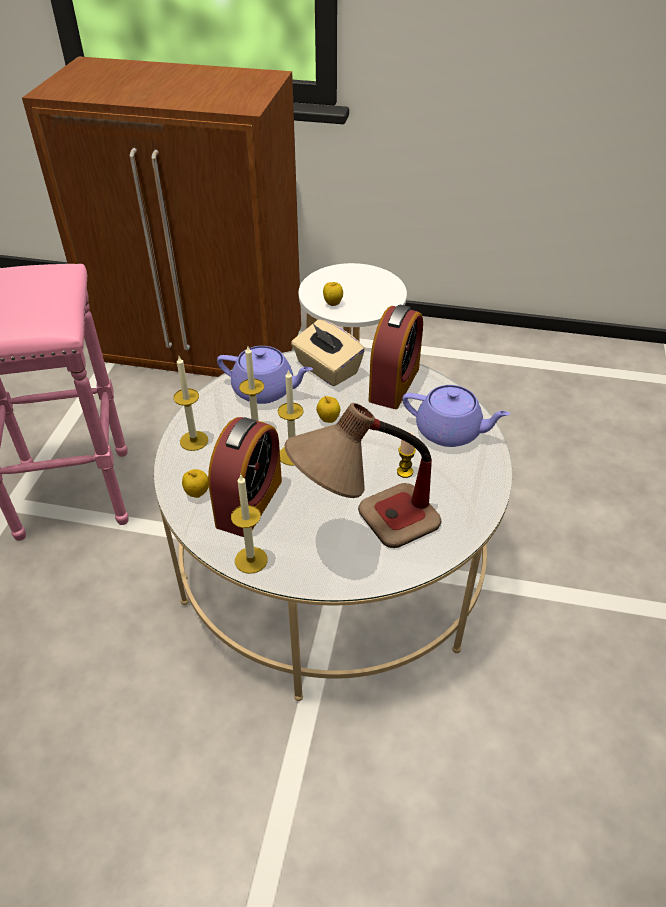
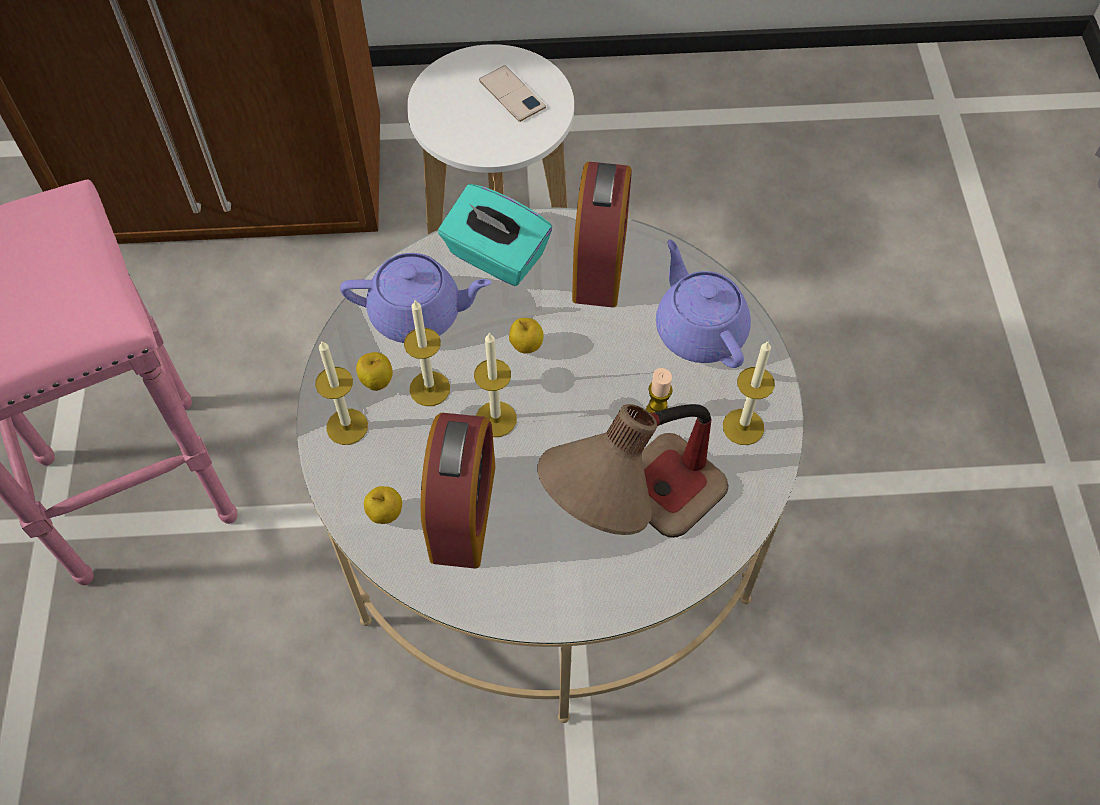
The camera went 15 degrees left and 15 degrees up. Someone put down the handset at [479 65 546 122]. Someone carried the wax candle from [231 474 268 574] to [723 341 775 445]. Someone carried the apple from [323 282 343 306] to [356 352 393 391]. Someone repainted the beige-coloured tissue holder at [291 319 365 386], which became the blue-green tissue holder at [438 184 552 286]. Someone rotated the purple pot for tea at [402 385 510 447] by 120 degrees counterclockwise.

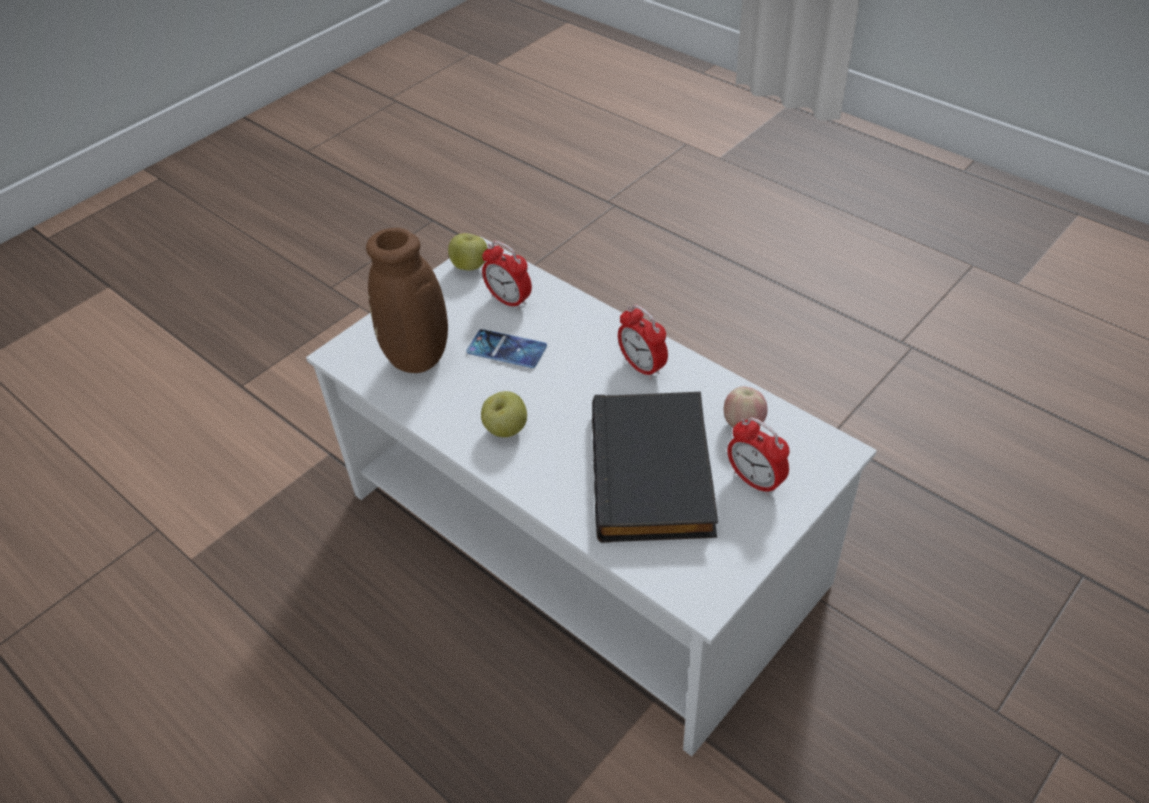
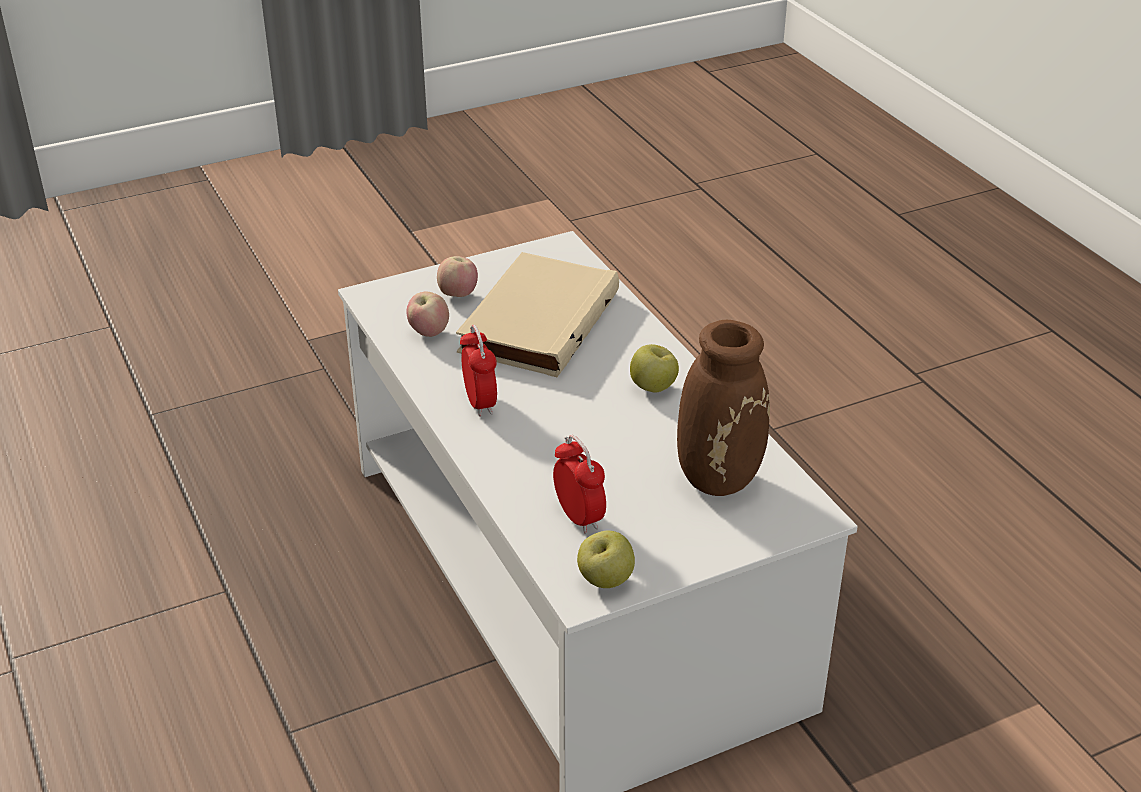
The camera went 160 degrees left and 10 degrees down. Someone took away the handset at [466 329 547 368]. Someone swapped the table clock at [727 418 789 496] for the apple at [437 256 478 297]. Someone repainted the black-coloured volume at [592 392 718 543], which became the beige-coloured volume at [456 252 619 377].

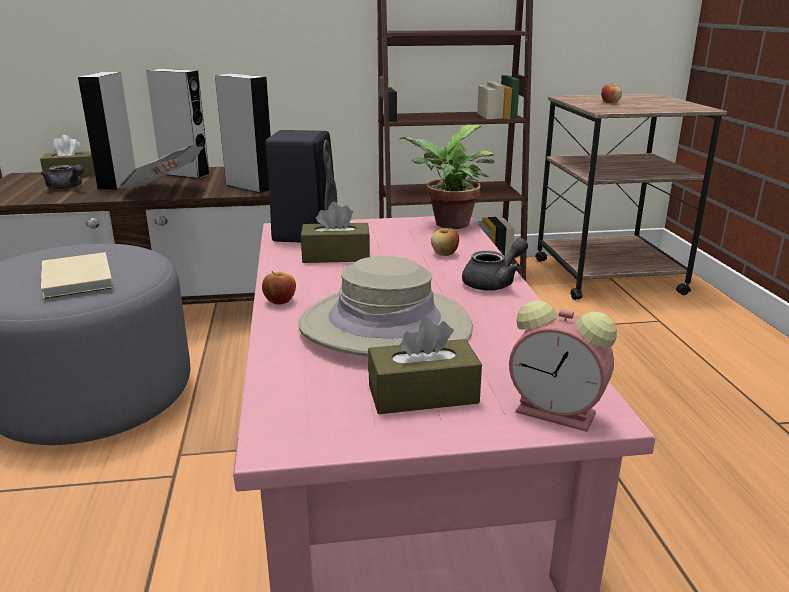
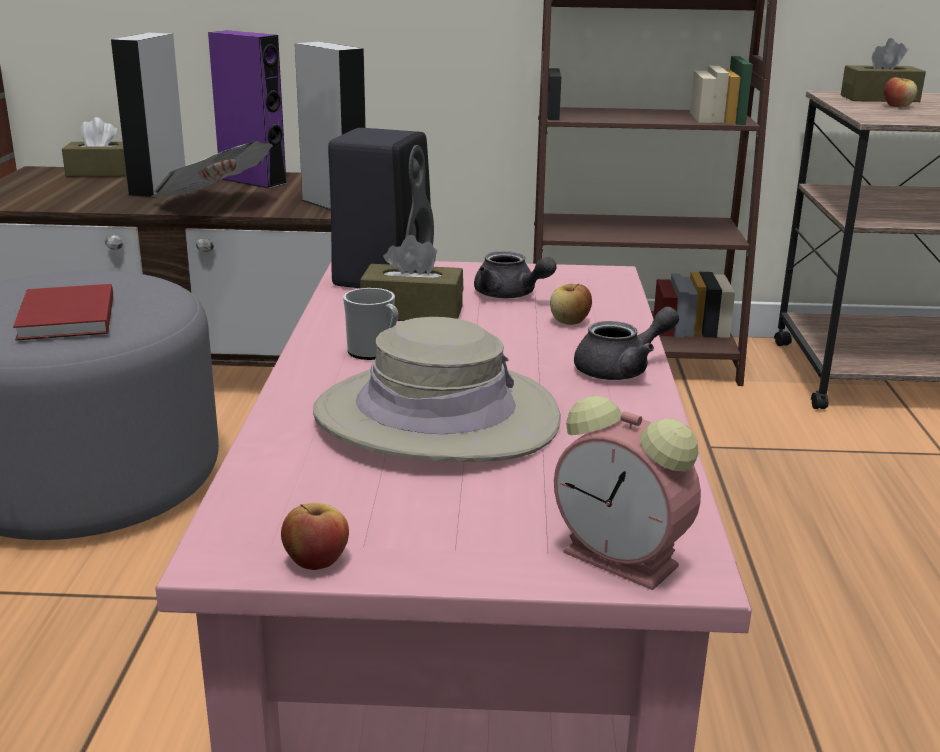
The camera went 10 degrees right and 0 degrees up. Someone took away the potted plant at [400 125 495 229]. Someone put down the tea mug at [343 288 398 360]. Someone carried the gray pot for tea from [41 164 84 190] to [474 251 557 299]. Someone carried the apple from [262 271 296 305] to [281 503 349 570]. Someone carried the brown tissue holder from [368 317 482 414] to [841 38 926 102]. Someone repainted the beige-coloured volume at [41 252 113 299], which became the reddish volume at [13 284 113 341]. Someone repainted the gray speaker at [146 69 211 179], which became the purple speaker at [208 30 288 189].

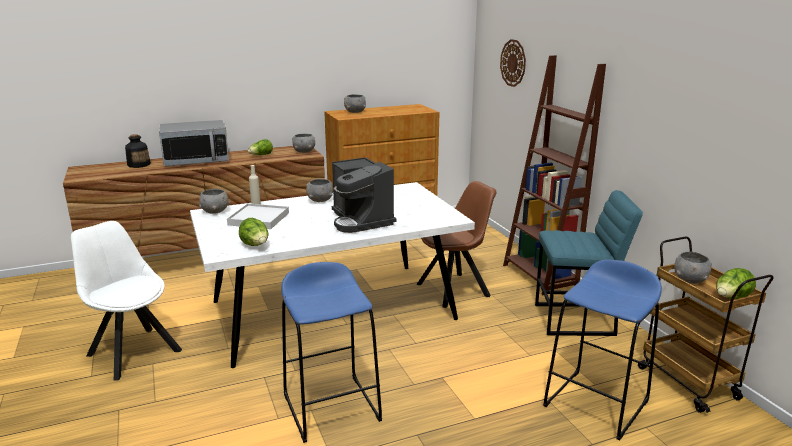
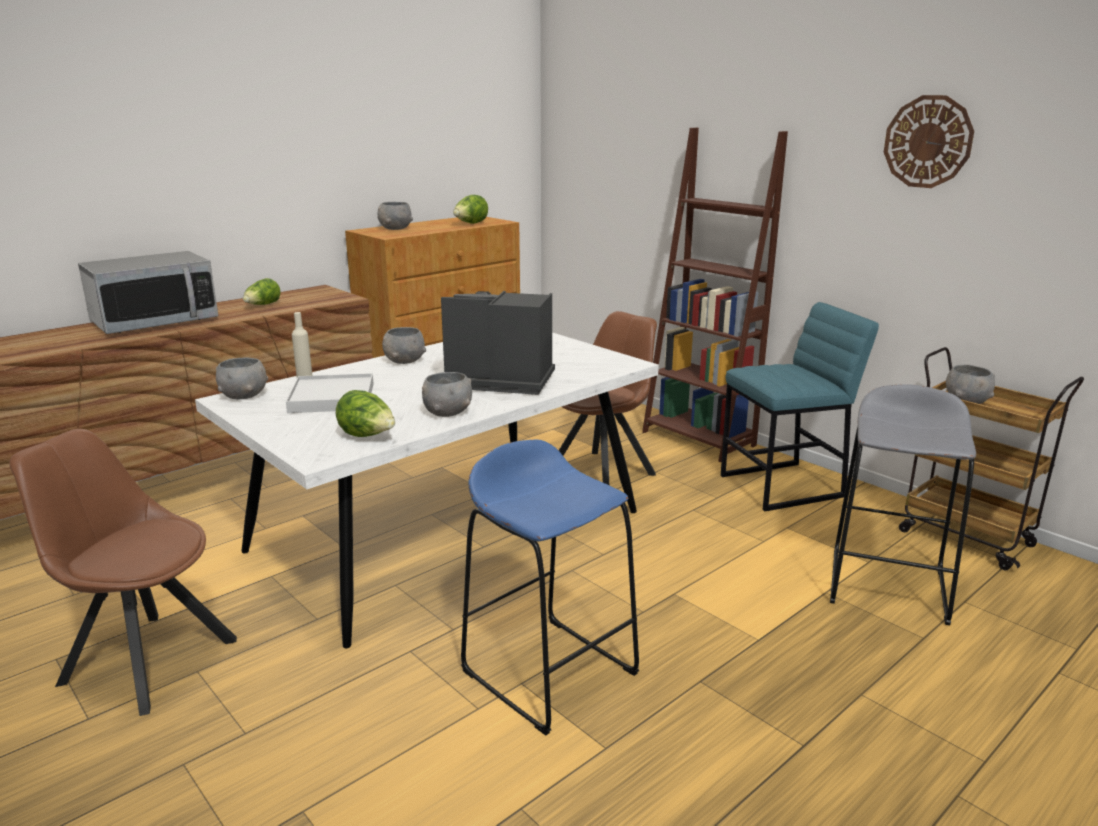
The camera went 20 degrees left and 0 degrees up. Someone took away the beverage bottle at [125 134 151 168]. Someone carried the gray bowl from [292 134 315 153] to [422 372 472 417]. Someone carried the wall clock from [500 39 526 87] to [884 95 974 188]. Someone carried the head of lettuce from [716 268 756 299] to [453 195 488 224]. Someone repainted the whitish upright chair at [71 221 182 381], which became the brown upright chair at [9 429 237 716]. Someone repainted the blue-coloured stool seat at [543 260 662 441], which became the gray stool seat at [830 384 976 625]. Someone rotated the coffee brewer at [332 157 397 233] by 150 degrees clockwise.

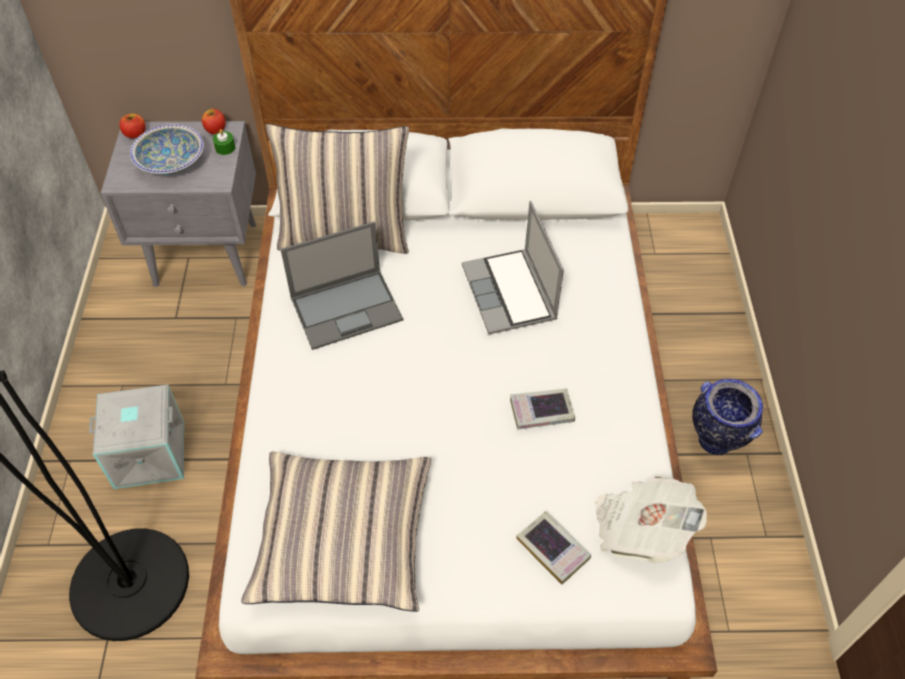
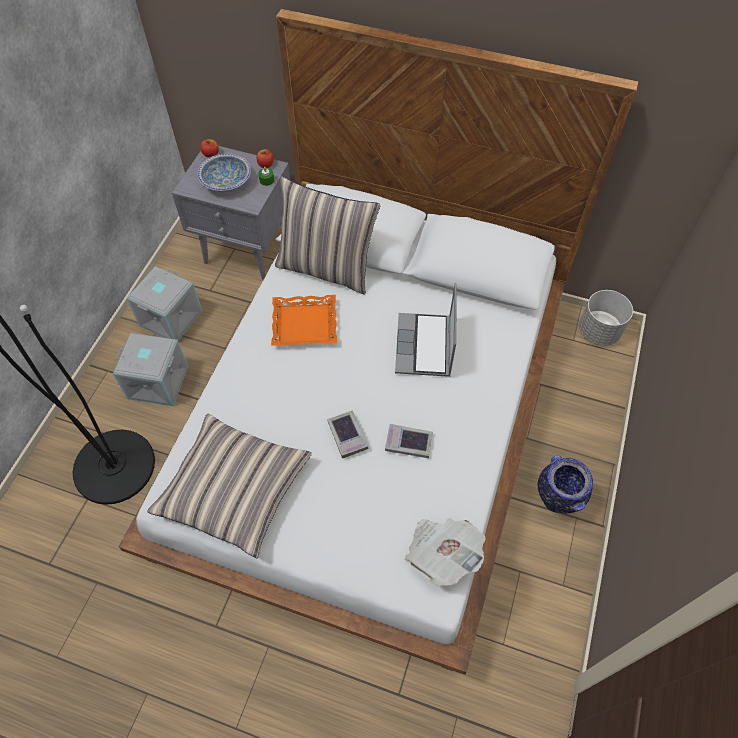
The camera went 20 degrees right and 5 degrees up. Someone put down the gray storage container at [126 266 202 341]. Someone put down the gray flower pot at [579 290 633 346]. Someone carried the volume from [516 511 591 585] to [327 410 369 459]. Someone swapped the laptop at [281 221 403 350] for the orange serving tray at [271 295 337 346].

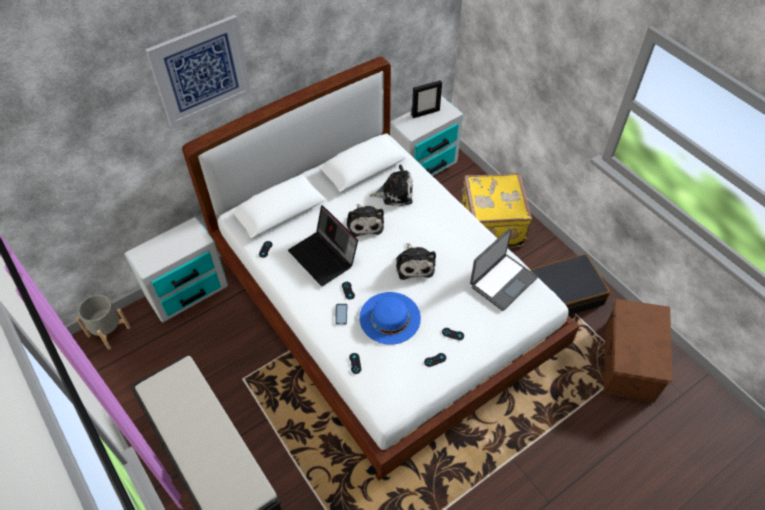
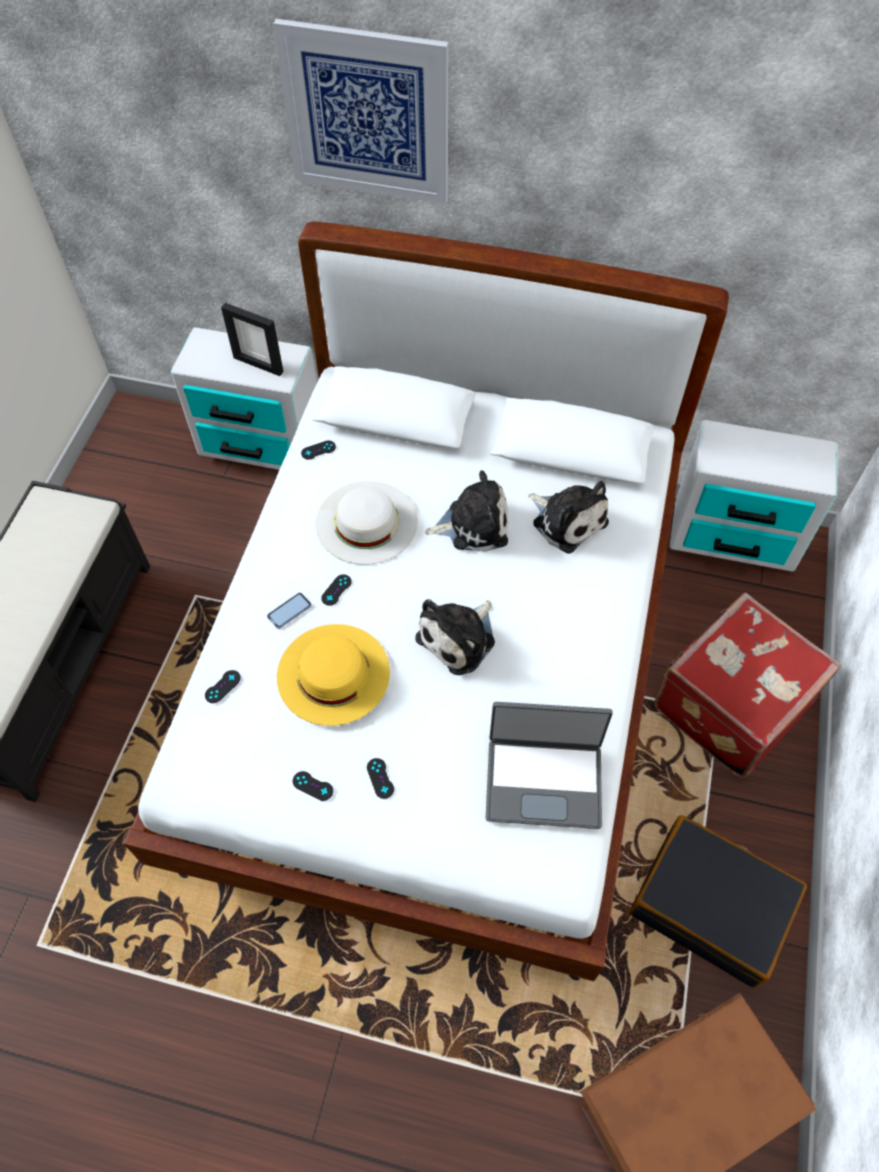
The camera went 50 degrees right and 5 degrees up. Someone took away the gray flower pot at [76 294 131 350]. Someone carried the photo frame from [411 80 442 118] to [221 303 284 376]. Someone swapped the laptop at [288 205 358 286] for the whitish wearable hat at [316 481 418 565]. Someone repainted the blue-coloured wearable hat at [359 292 421 345], which became the yellow wearable hat at [277 624 390 726]. Someone repainted the yellow piece of luggage at [461 173 532 248], which became the reddish piece of luggage at [654 593 841 779]. Someone rotated the plush toy at [347 204 384 237] by 135 degrees counterclockwise.

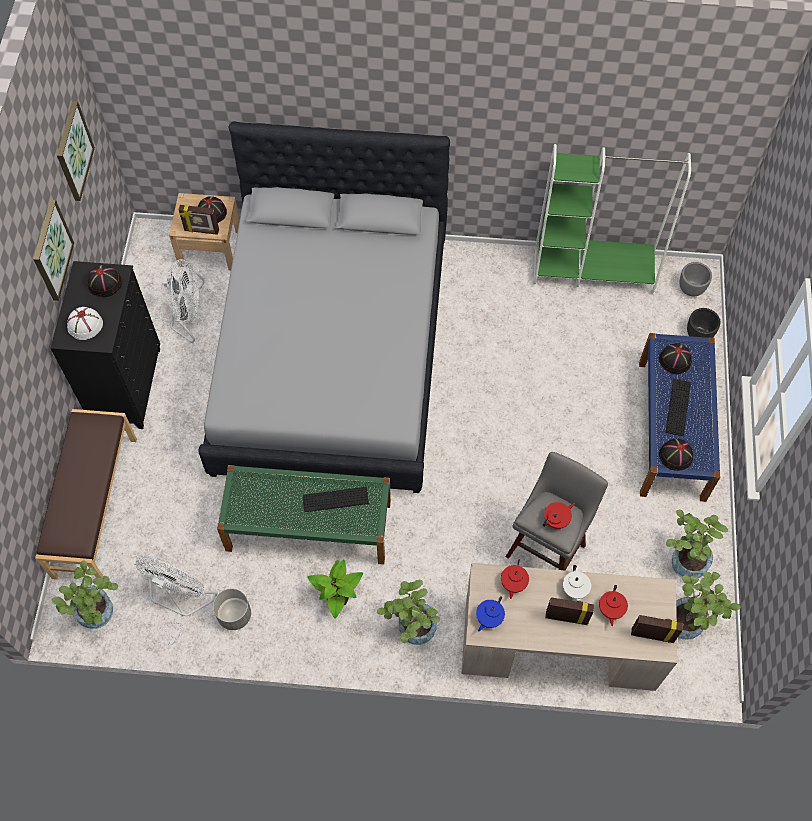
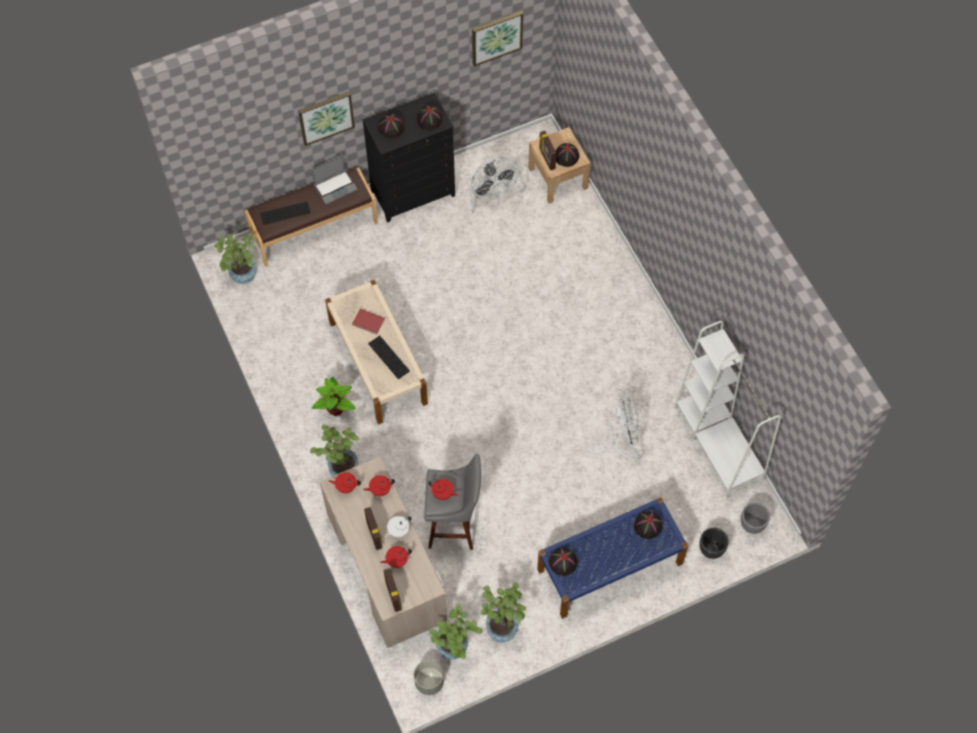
The camera went 60 degrees right and 0 degrees up. Someone took away the gray sleeping bed at [199 121 450 493]. Someone put down the laptop at [311 155 358 205]. Someone put down the reddish volume at [352 309 385 334]. Someone carried the picture from [33 199 74 301] to [298 92 355 146]. Someone carried the whitish fan from [134 556 218 645] to [589 391 641 462]. Someone carried the gray flower pot from [213 588 251 630] to [414 660 444 695]. Someone carried the keyboard from [665 379 691 436] to [260 201 311 225]. Someone repainted the whitish wearable hat at [67 307 103 340], which became the black-coloured wearable hat at [378 114 405 138]. Someone repainted the green bench at [217 465 391 565], which became the beige-coloured bench at [325 280 428 425]. Someone repainted the blue-coloured pot for tea at [476 596 505 632], which became the reddish pot for tea at [329 472 361 493]. Someone repainted the green garment rack at [534 144 691 293], which became the whitish garment rack at [675 321 781 497].

